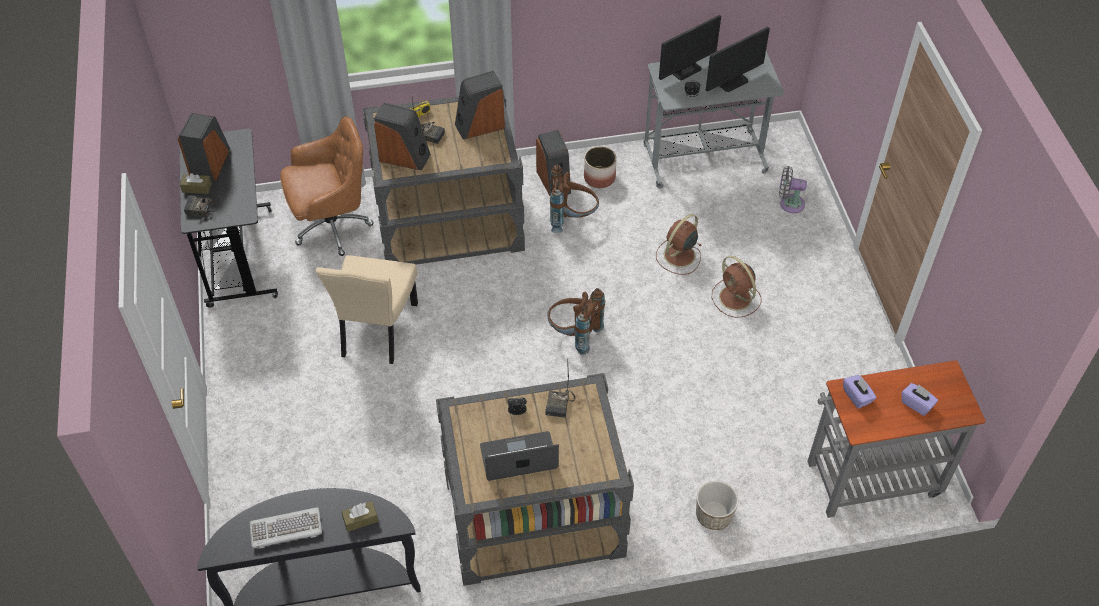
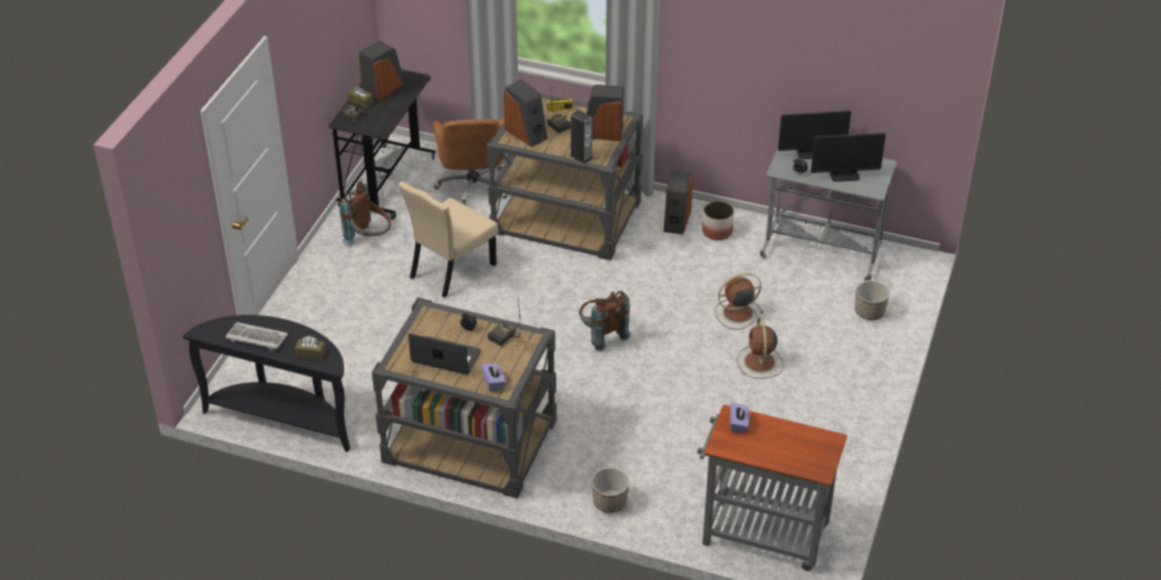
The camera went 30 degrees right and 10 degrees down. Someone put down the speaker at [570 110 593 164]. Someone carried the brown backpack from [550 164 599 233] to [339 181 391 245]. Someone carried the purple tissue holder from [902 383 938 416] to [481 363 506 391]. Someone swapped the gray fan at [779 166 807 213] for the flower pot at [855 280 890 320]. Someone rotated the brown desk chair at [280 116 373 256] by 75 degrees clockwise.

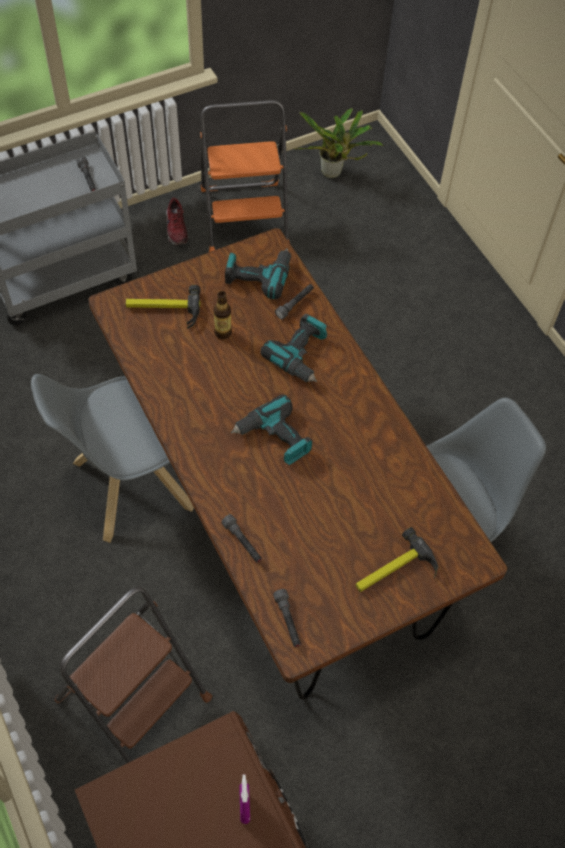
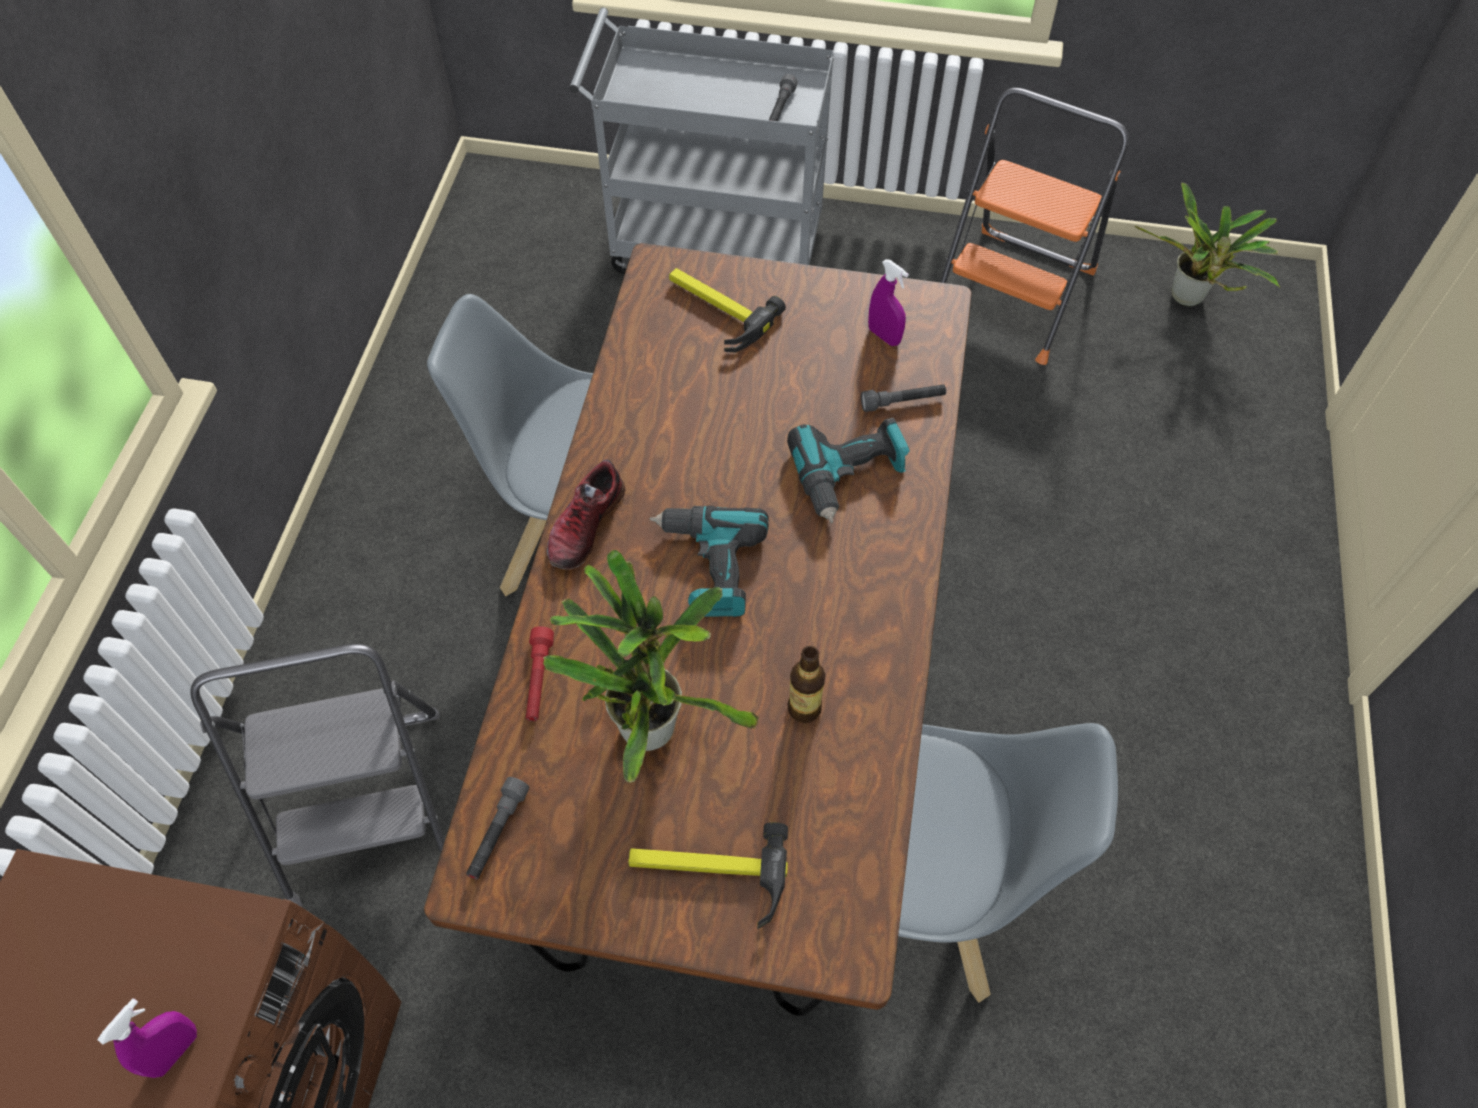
The camera went 40 degrees right and 0 degrees up. Someone put down the potted plant at [543 550 759 783]. Someone carried the item of footwear from [166 197 188 245] to [547 460 625 570]. Someone carried the beverage bottle from [214 291 232 339] to [787 646 825 723]. Someone swapped the electric drill at [225 248 291 300] for the purple hand sprayer at [868 259 909 346]. Someone repainted the brown stepladder at [55 587 212 763], which became the gray stepladder at [191 644 445 907]. Someone repainted the gray flashlight at [221 514 262 563], which became the reddish flashlight at [526 626 554 721].

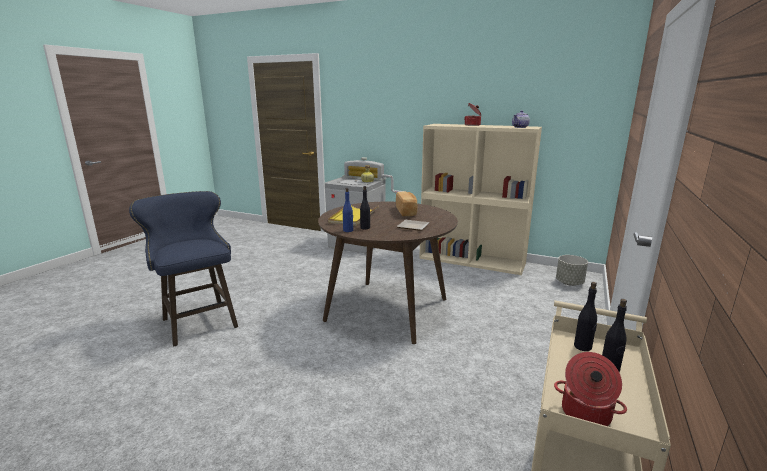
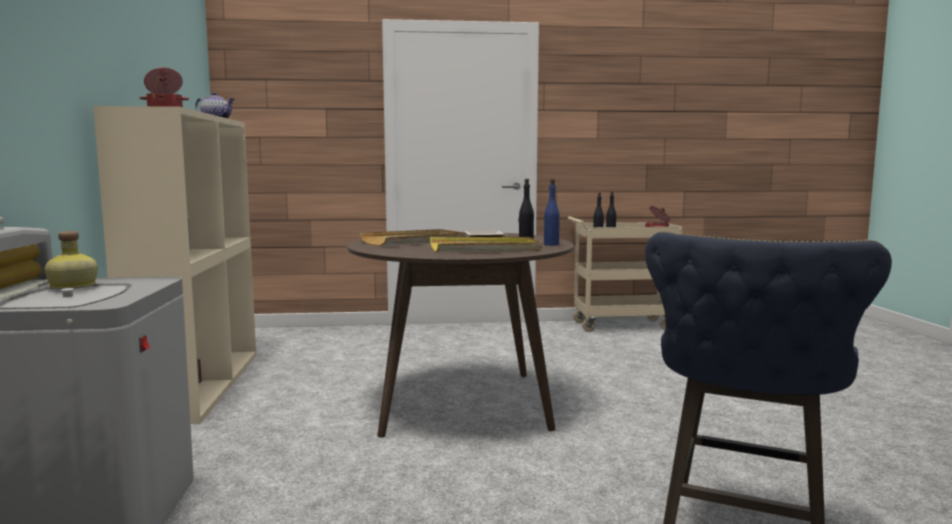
The camera went 120 degrees left and 10 degrees down. Someone took away the gray flower pot at [556 255 588 286]. Someone swapped the baked bread at [396 191 417 216] for the beige-coloured serving tray at [359 229 465 246].

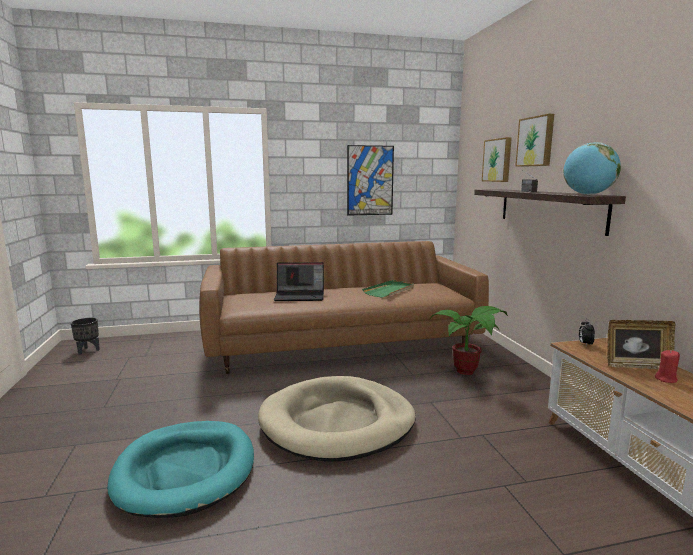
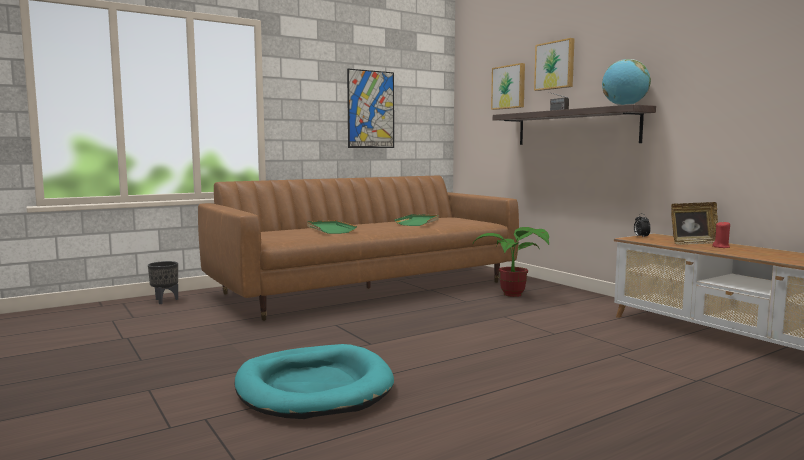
The camera went 20 degrees left and 5 degrees down. Someone took away the beige-coloured dog bed at [258 376 415 462]. Someone carried the black-coloured flower pot from [71 318 100 355] to [148 261 178 304]. Someone swapped the laptop at [274 262 324 301] for the green serving tray at [307 220 357 234].

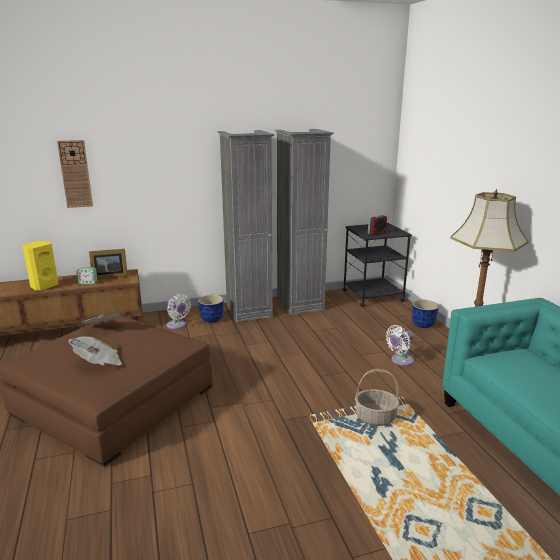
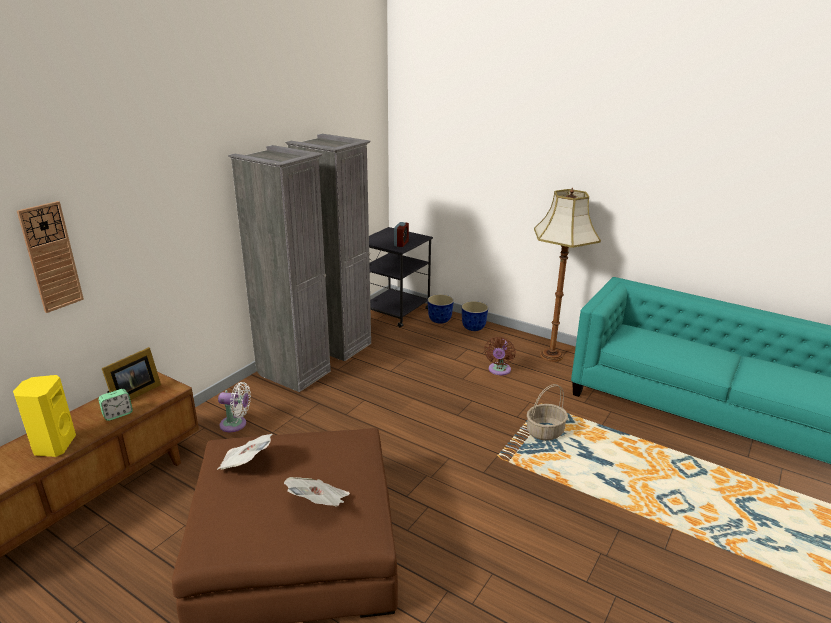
The camera went 40 degrees left and 5 degrees up. Someone carried the flower pot from [198 295 224 323] to [428 294 454 324]. Someone repainted the whitish fan at [386 325 414 366], which became the brown fan at [485 337 515 375].

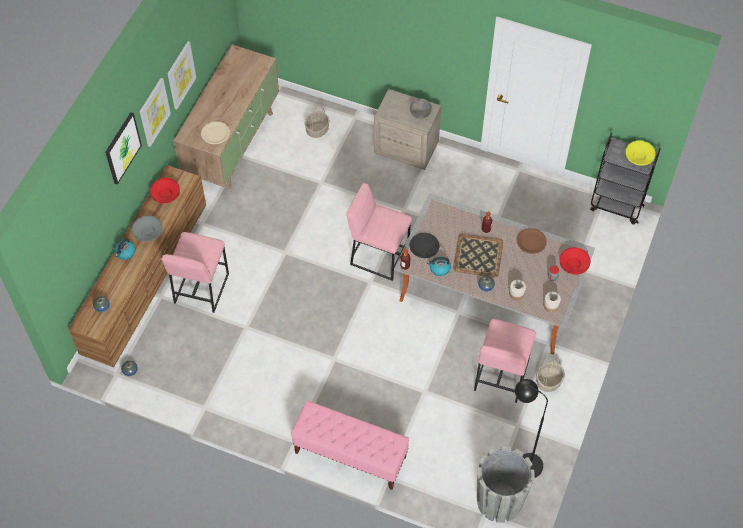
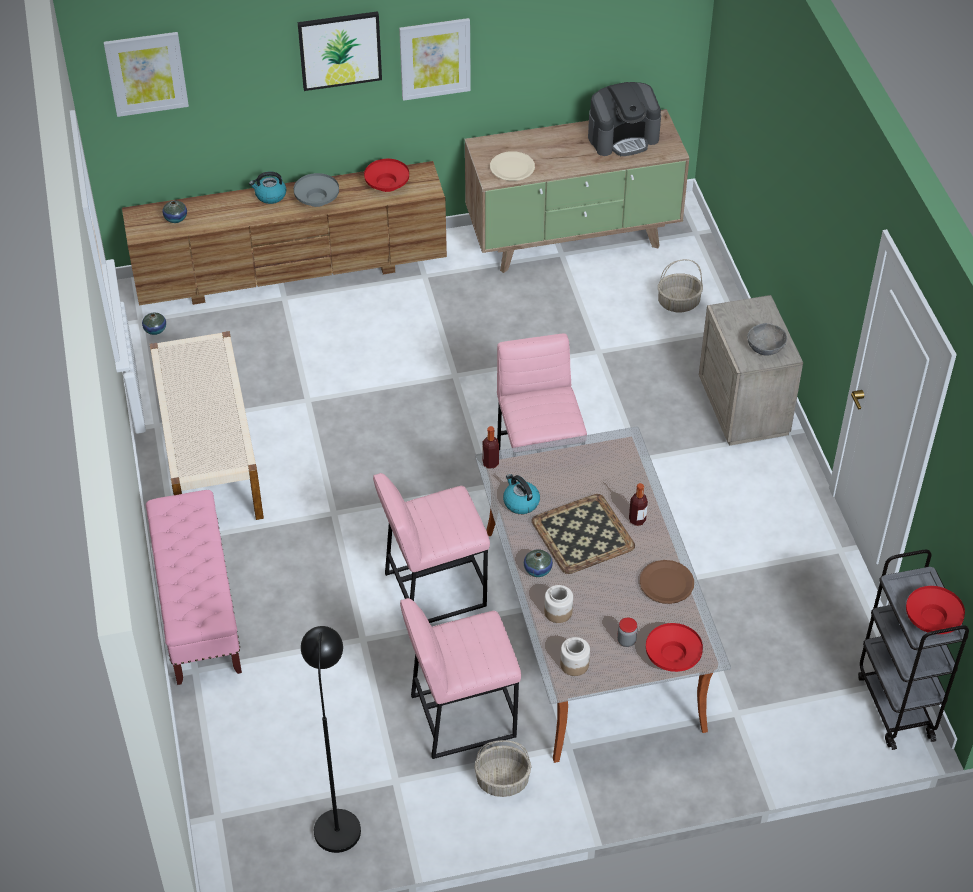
The camera went 55 degrees right and 10 degrees down. Someone took away the black-coloured dinner plate at [409 233 440 258]. Someone took away the gray flower pot at [477 446 535 523]. Someone put down the beige-coloured bench at [150 331 264 520]. Someone put down the coffee brewer at [588 82 661 156]. Someone carried the pinkish upright chair from [161 232 229 313] to [373 473 490 623]. Someone carried the picture from [167 42 196 109] to [104 32 189 117]. Someone repainted the yellow bowl at [625 141 656 166], which became the reddish bowl at [906 586 965 634].

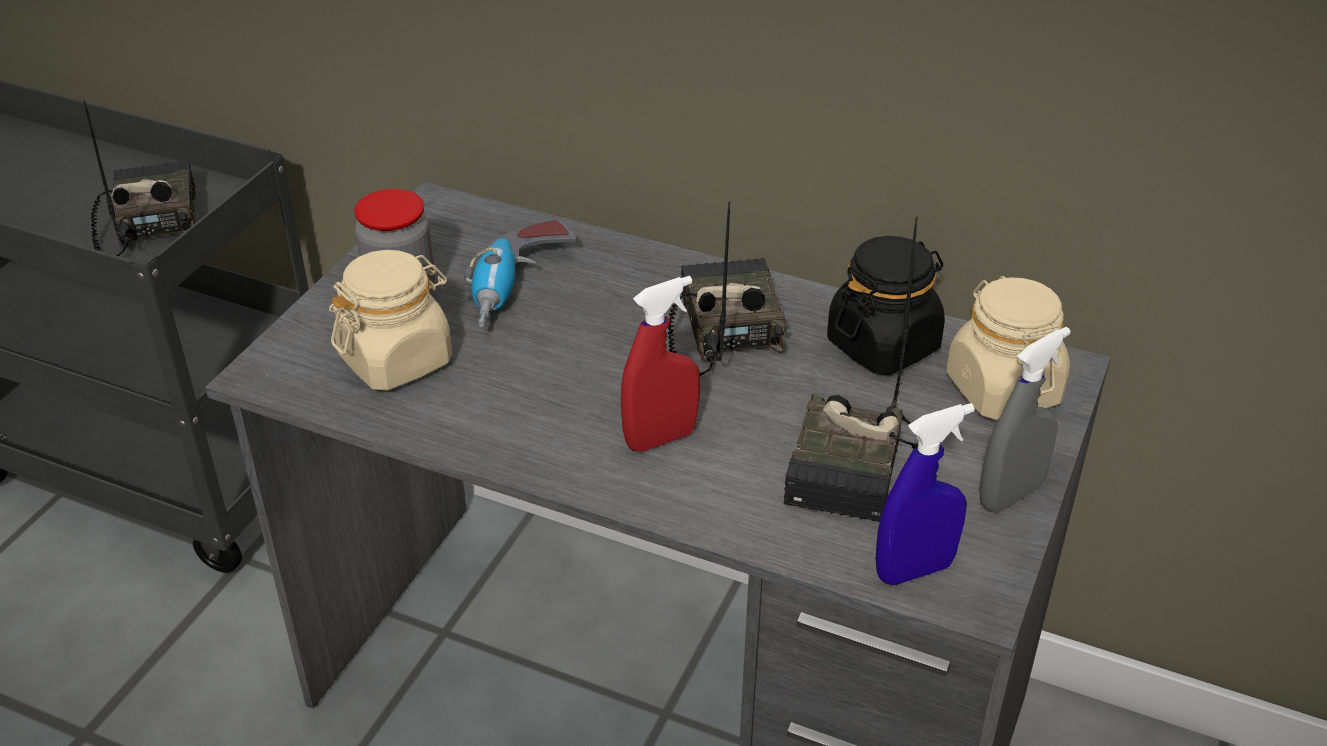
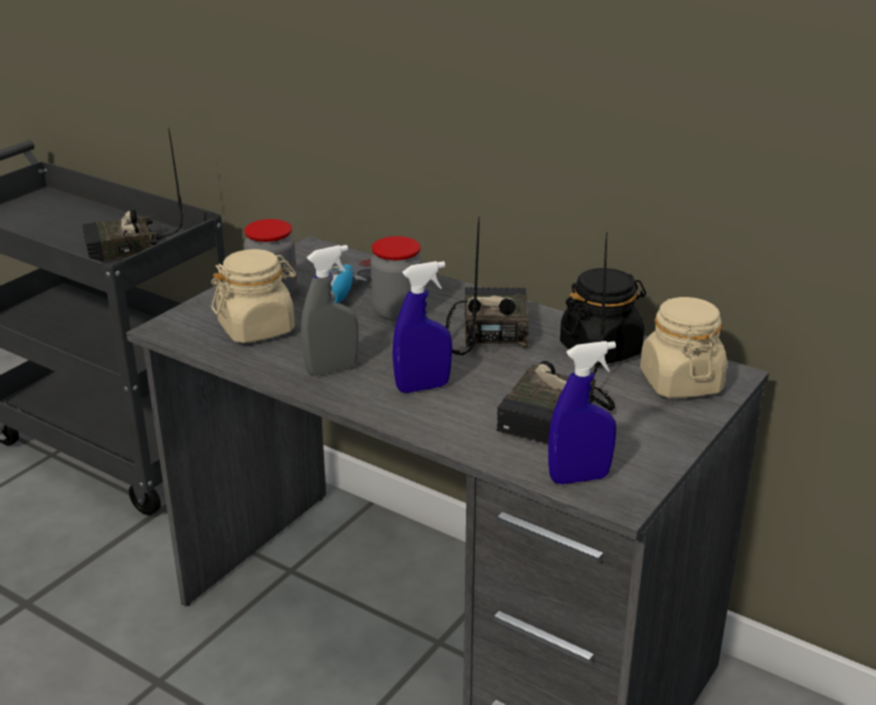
The camera went 10 degrees right and 10 degrees down. Someone put down the preserve jar at [370 236 423 321]. Someone carried the gray hand sprayer from [980 327 1071 512] to [301 245 359 376]. Someone repainted the reddish hand sprayer at [621 276 700 452], which became the blue-coloured hand sprayer at [392 261 452 393]. Someone rotated the radio at [83 100 196 256] by 105 degrees counterclockwise.

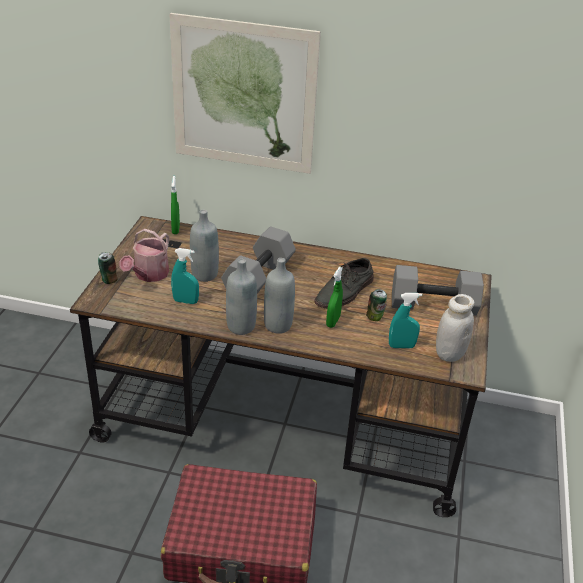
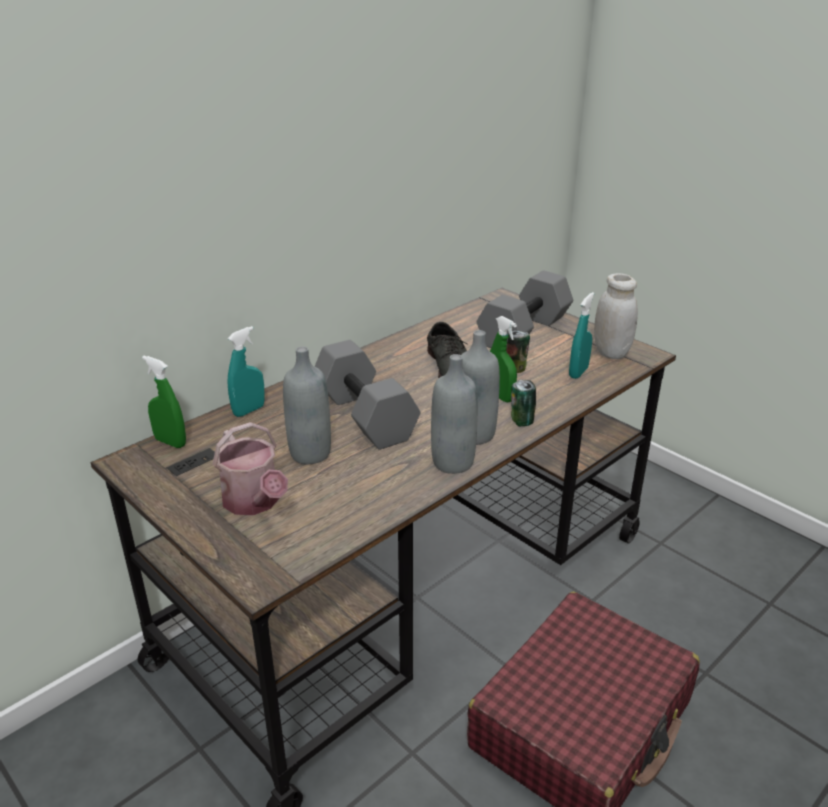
The camera went 55 degrees left and 5 degrees down. Someone took away the picture at [170 13 321 174]. Someone carried the metal can from [98 252 117 284] to [511 380 536 426]. Someone carried the blue-green hand sprayer from [171 248 199 304] to [228 326 265 417].

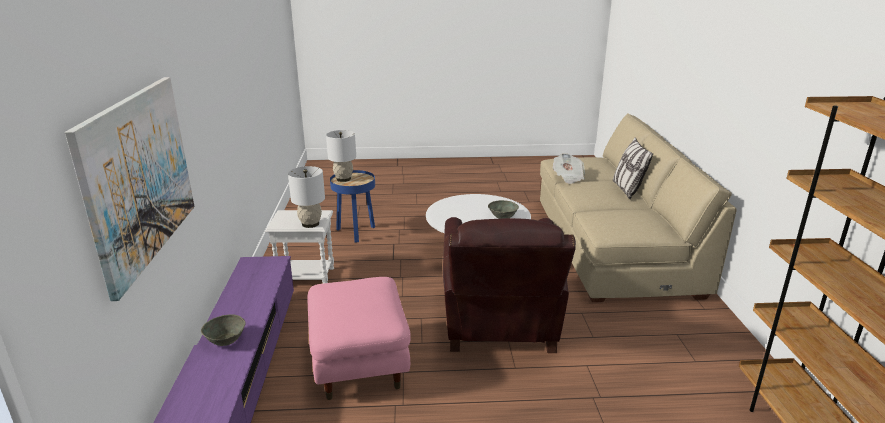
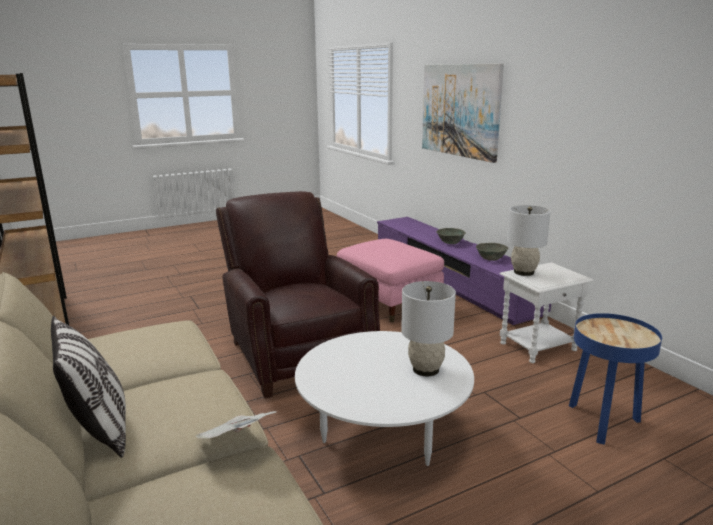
The camera went 155 degrees right and 5 degrees down. Someone carried the whitish lamp for a table from [326 130 356 182] to [401 281 456 376]. Someone carried the gray bowl from [488 200 519 219] to [476 243 509 261].

